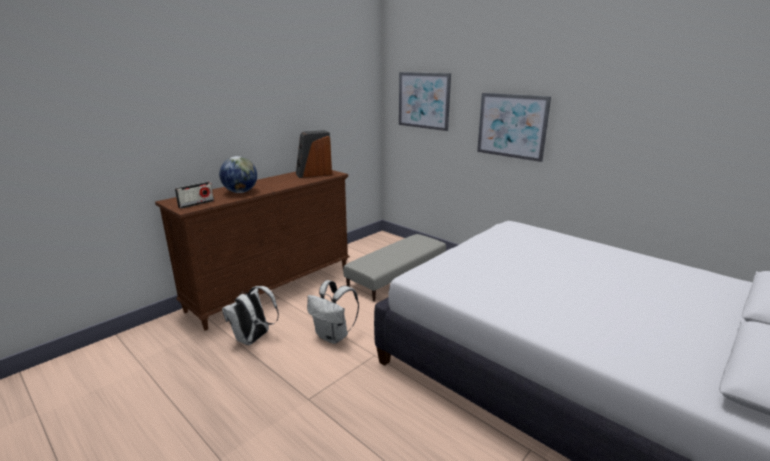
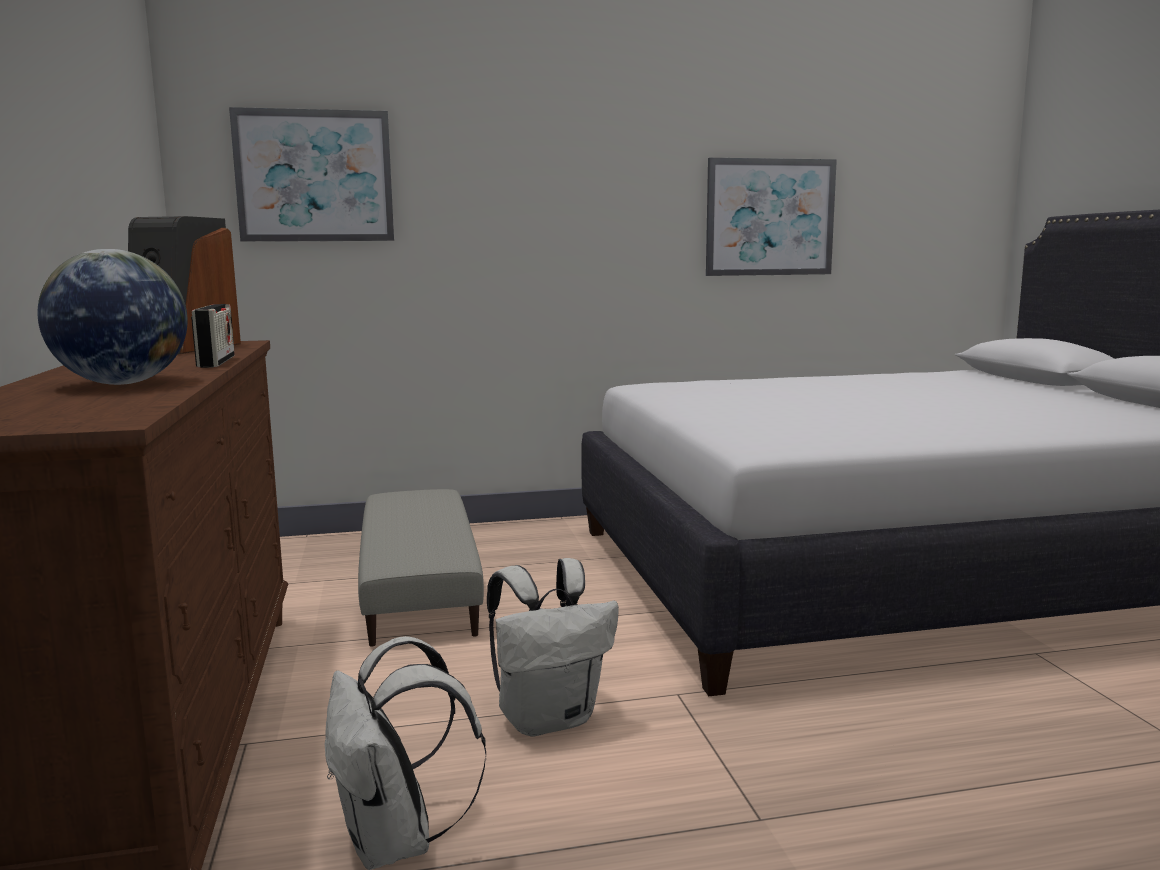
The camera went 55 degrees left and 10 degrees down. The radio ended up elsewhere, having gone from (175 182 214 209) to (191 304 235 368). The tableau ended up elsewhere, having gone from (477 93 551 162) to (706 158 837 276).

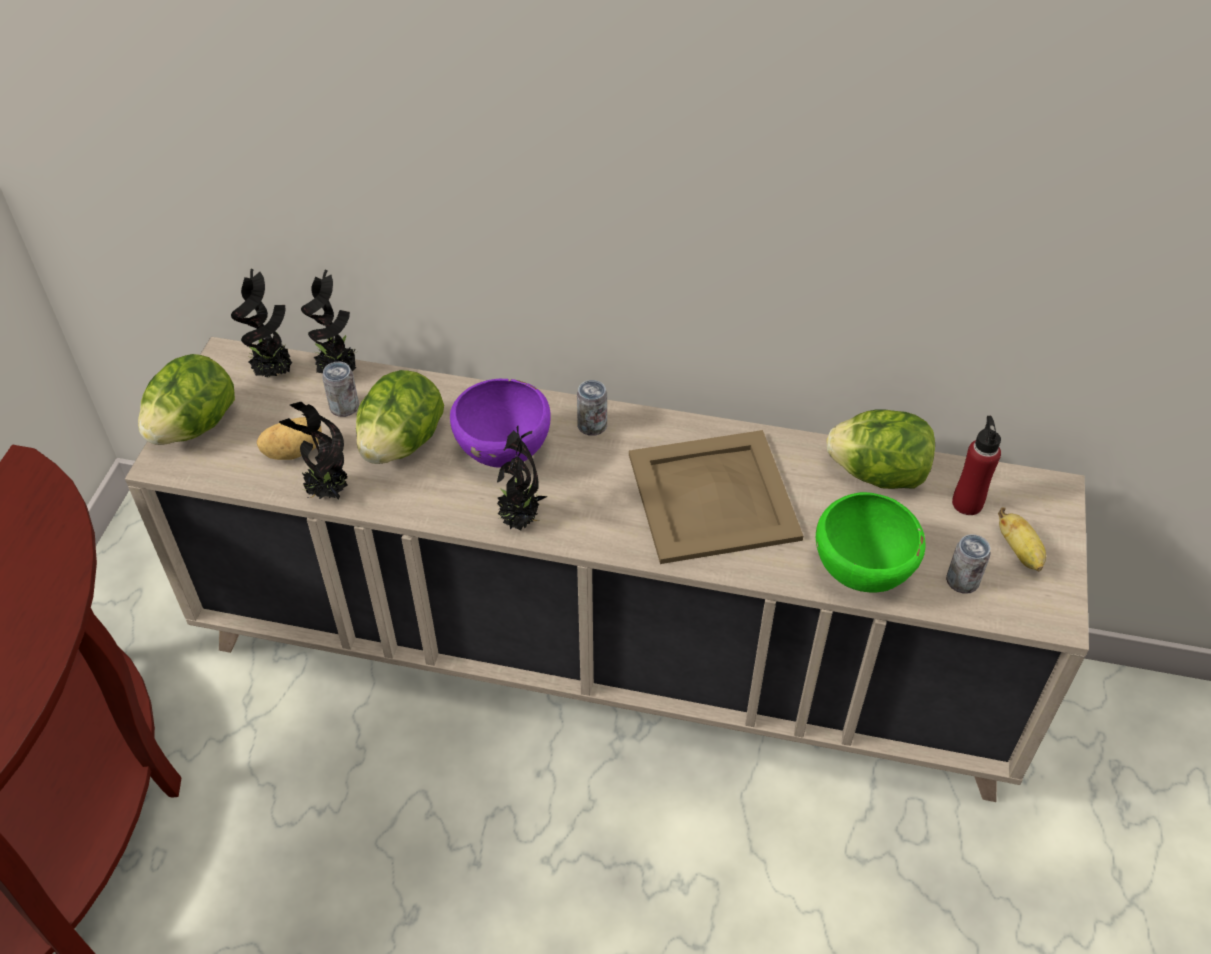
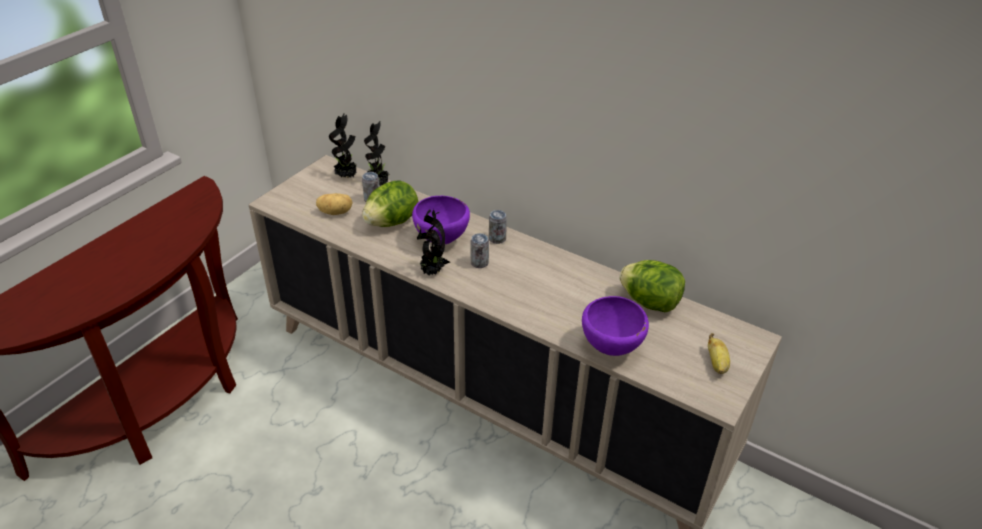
The camera went 20 degrees right and 10 degrees down. The boîte métallique ended up elsewhere, having gone from (946 534 991 594) to (471 233 489 268). What was the bol (vert) at (816 492 926 592) turned into the bol (violet) at (582 296 649 356). The second view lost the laitue at (138 354 235 445). The second view lost the plante en pot at (279 402 348 500). The second view lost the plateau (beige) at (629 430 803 564). The second view lost the bouteille (rouge) at (952 416 1001 515).

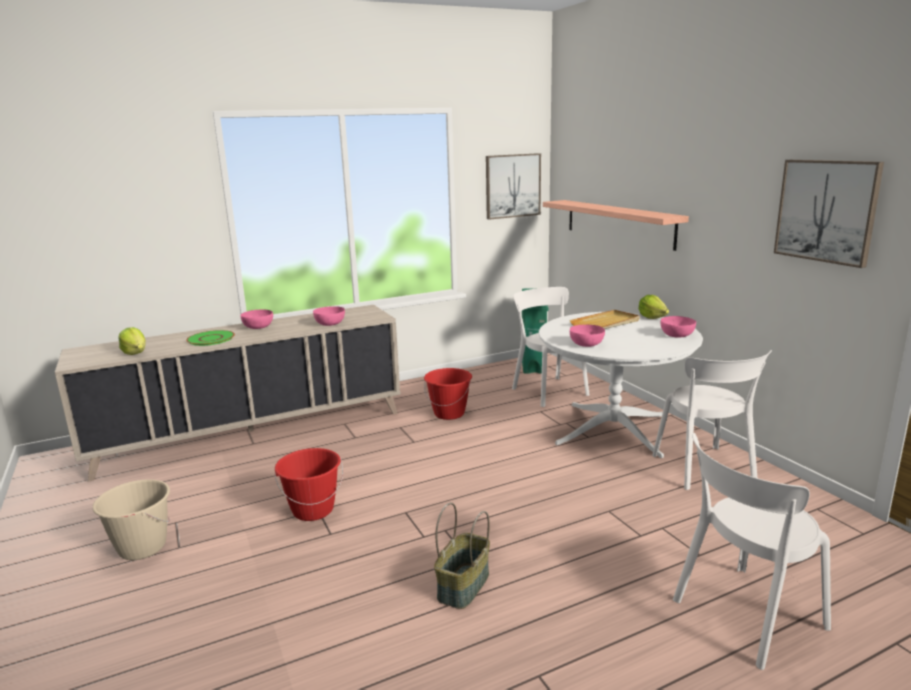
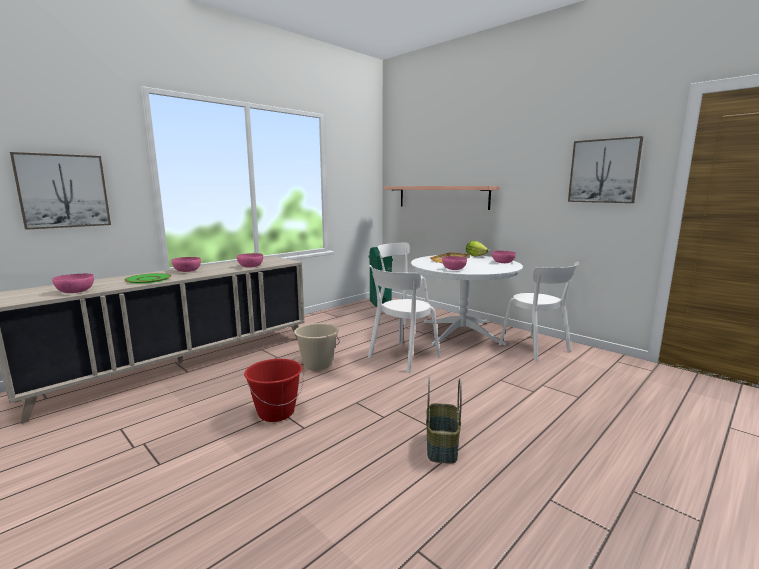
The camera went 20 degrees left and 5 degrees down. The tableau ended up elsewhere, having gone from (486 153 541 220) to (10 152 111 230). Where the laitue stood at (118 327 146 355), the bol (rose) came to stand at (52 274 94 293). The seau (beige) ended up elsewhere, having gone from (92 479 170 560) to (294 323 340 370). The chaise (blanc) ended up elsewhere, having gone from (673 433 831 670) to (368 265 440 373). The second view lost the seau (rouge) at (424 368 472 420).

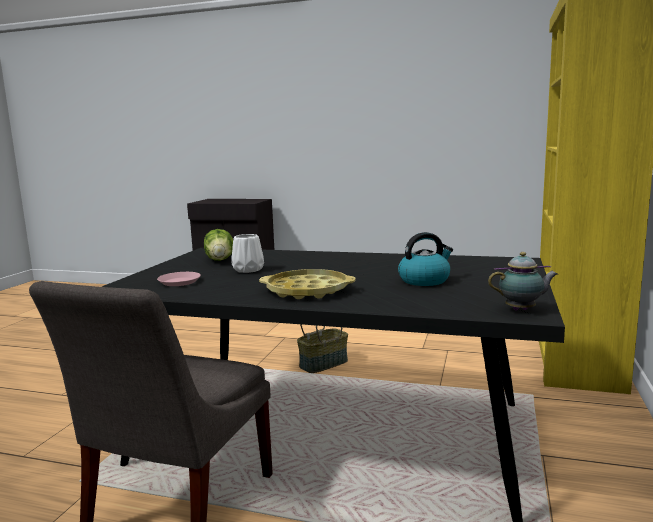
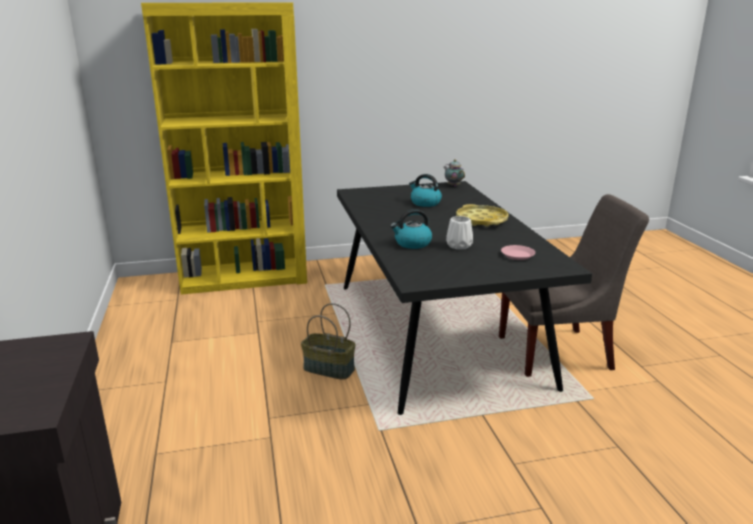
The camera went 120 degrees left and 10 degrees up. The second view gained the bouilloire at (390 209 432 249). The second view lost the laitue at (204 229 233 261).

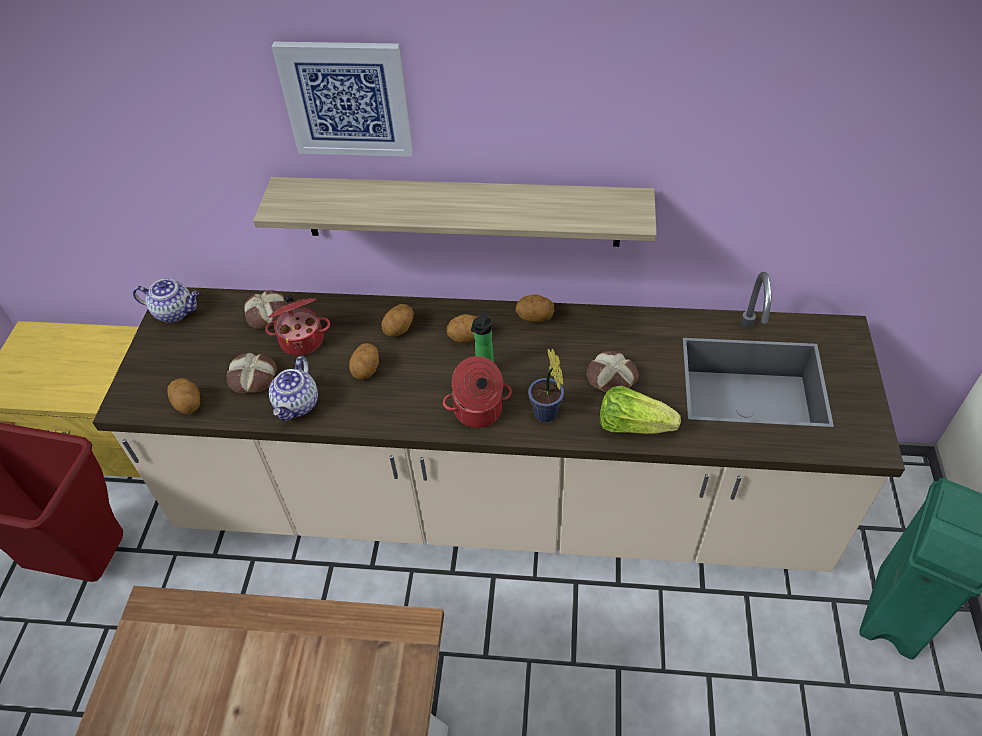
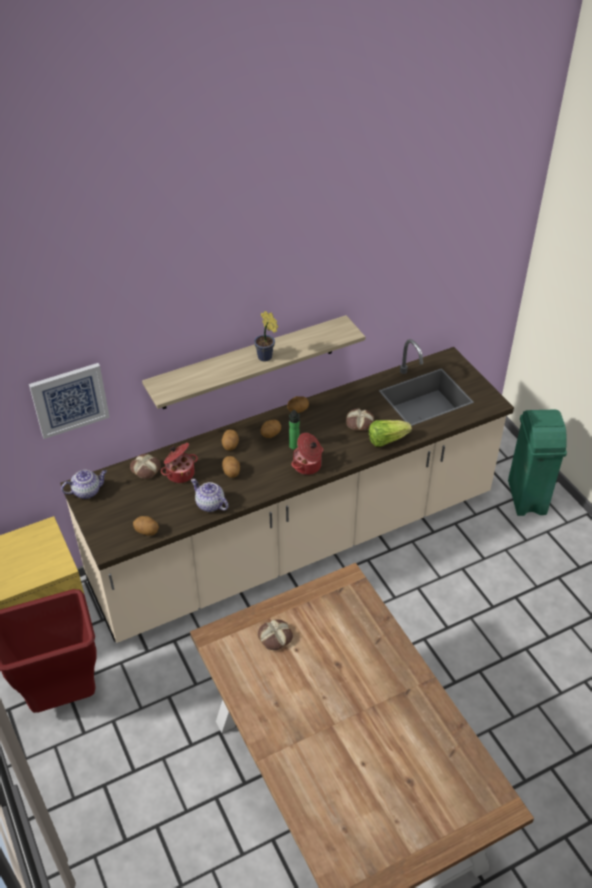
The camera went 35 degrees left and 5 degrees down. The tableau ended up elsewhere, having gone from (271 42 413 157) to (29 363 110 439). The théière at (269 356 318 421) ended up facing another way, 150 degrees clockwise from before. The plante en pot ended up elsewhere, having gone from (528 348 564 422) to (254 311 278 362). The pain ended up elsewhere, having gone from (227 353 277 393) to (258 619 293 650).

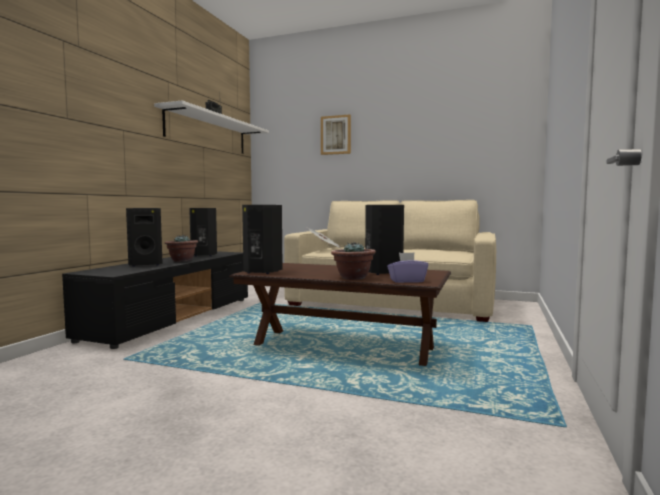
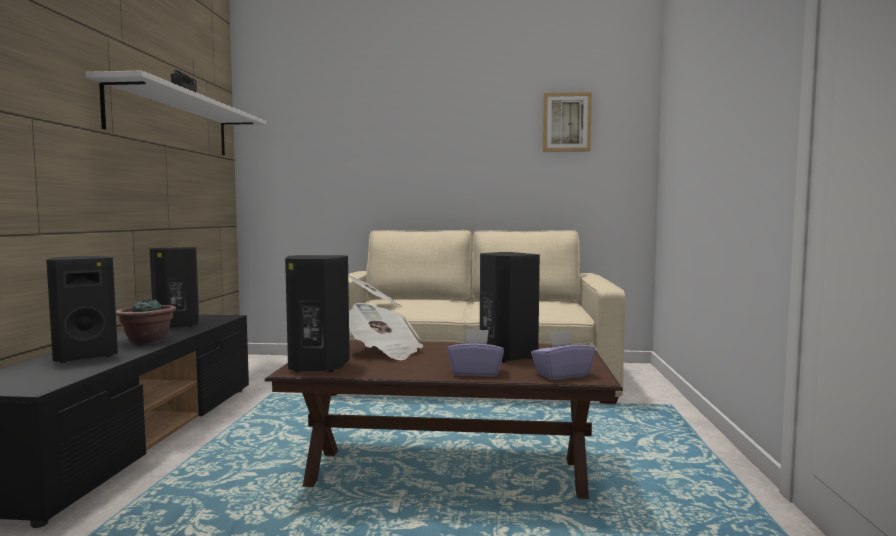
The camera went 15 degrees left and 0 degrees up. The second view gained the journal at (349 303 423 360). Where the plante en pot stood at (331 242 376 280), the boîte à mouchoirs (violet) came to stand at (447 329 504 377). The tableau ended up elsewhere, having gone from (321 114 351 155) to (543 92 592 152).

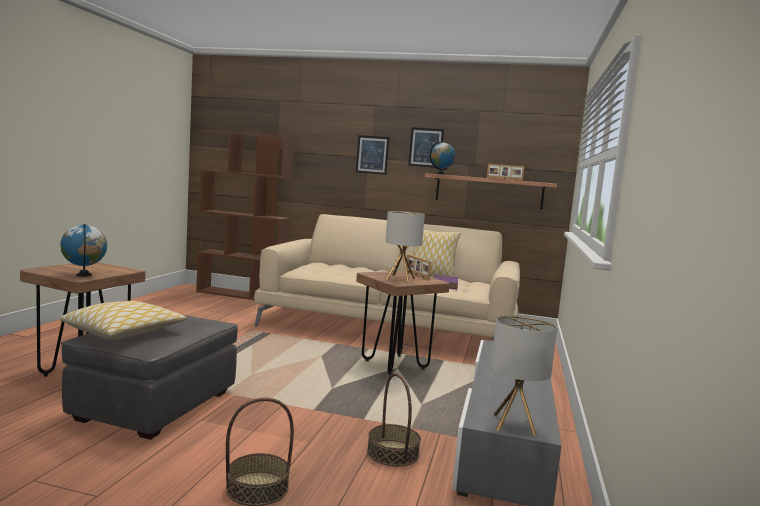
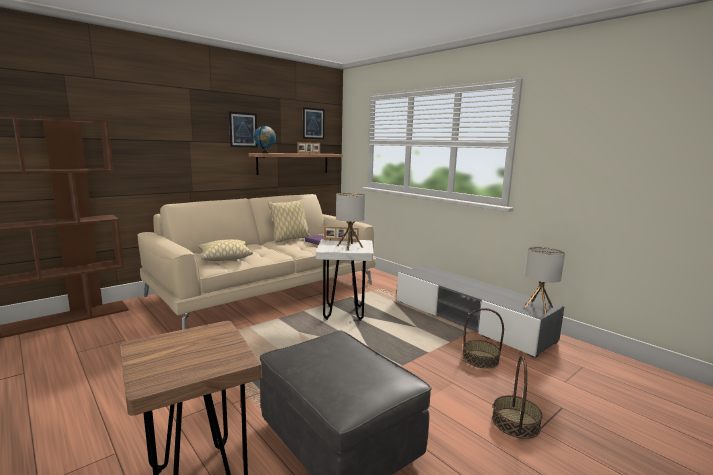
The camera went 55 degrees left and 5 degrees up. The coussin ended up elsewhere, having gone from (60 301 187 339) to (198 239 253 261). The tableau ended up elsewhere, having gone from (356 135 390 175) to (303 107 325 139). What was the tabouret (marron) at (356 271 450 375) turned into the tabouret (blanc) at (316 239 374 321). The second view lost the globe at (60 224 107 277).

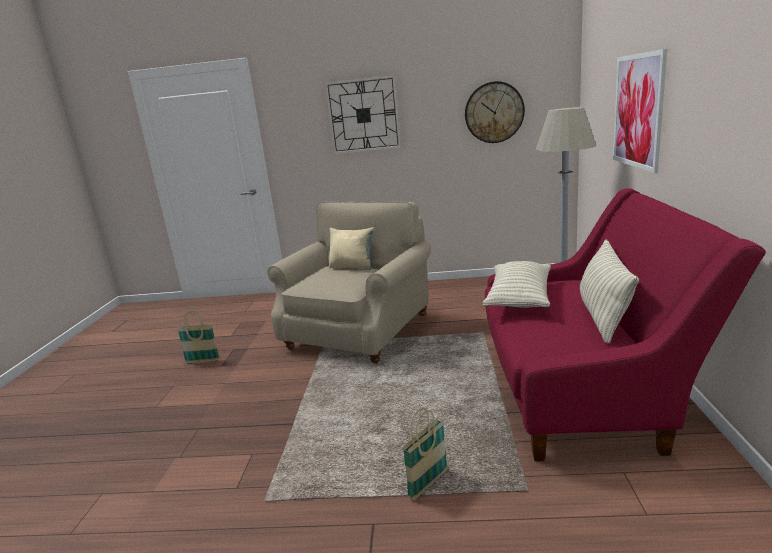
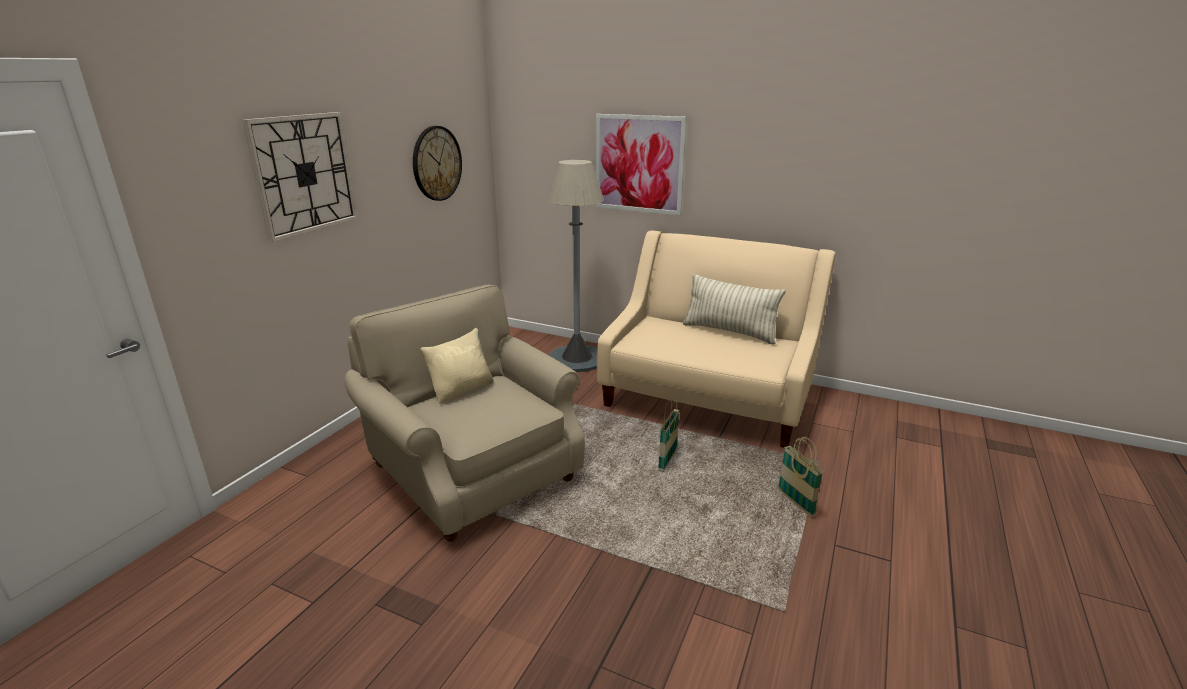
The camera went 70 degrees left and 5 degrees up. What was the canapé (rouge) at (485 188 766 461) turned into the canapé (beige) at (597 231 836 448). The panier ended up elsewhere, having gone from (177 311 220 363) to (658 399 679 472). The second view lost the coussin at (483 261 551 308).

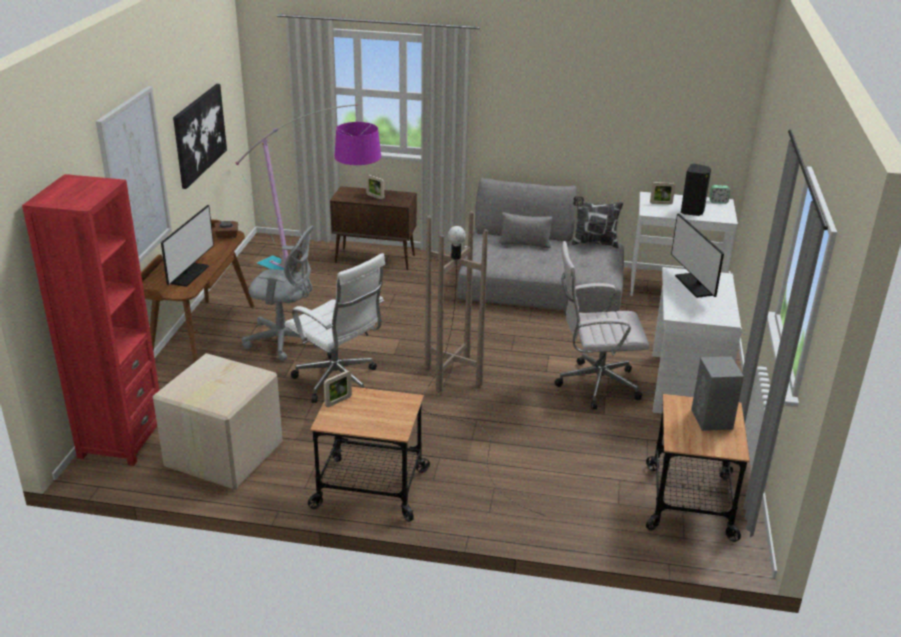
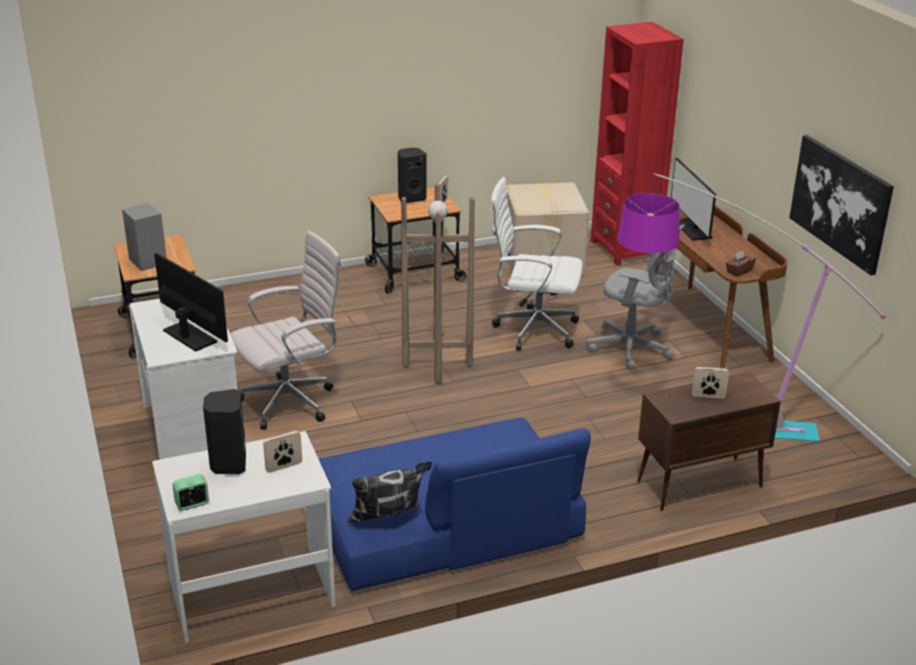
The camera went 150 degrees right and 0 degrees up. What was the canapé (gris) at (457 178 624 313) turned into the canapé (bleu) at (319 418 591 592). The second view gained the enceinte (noir) at (398 148 427 203). The chaise de bureau (gris) at (242 226 317 361) ended up facing another way, 135 degrees counterclockwise from before. The second view lost the tableau at (96 86 172 264).

